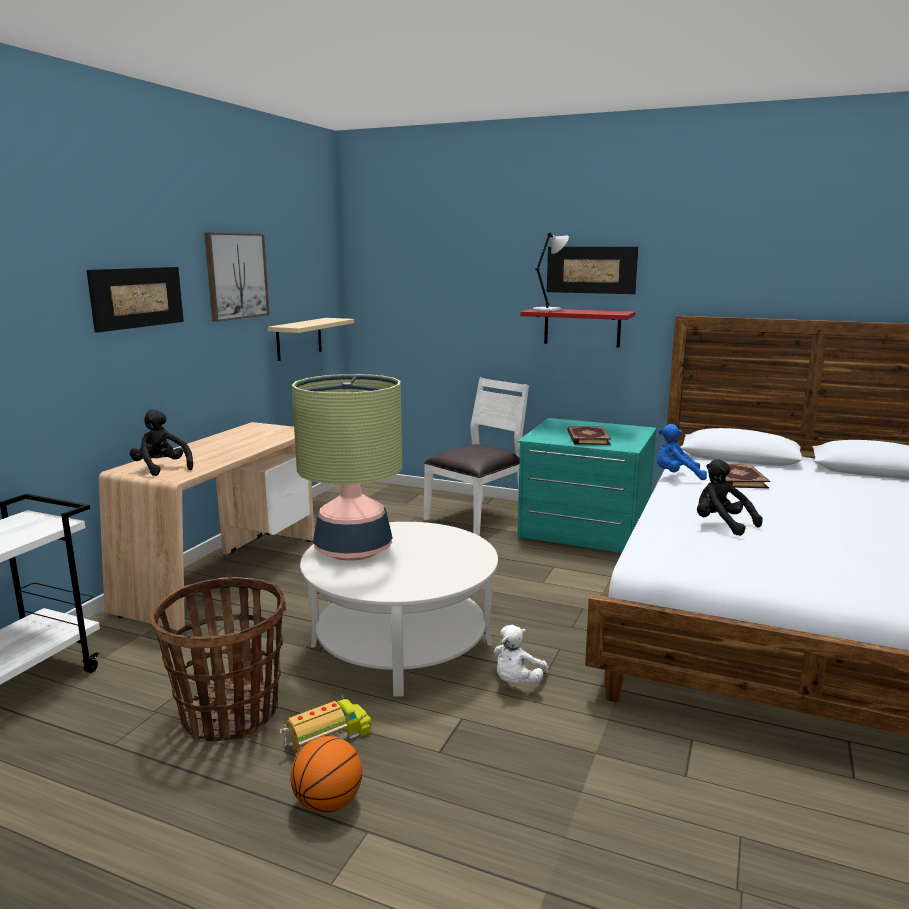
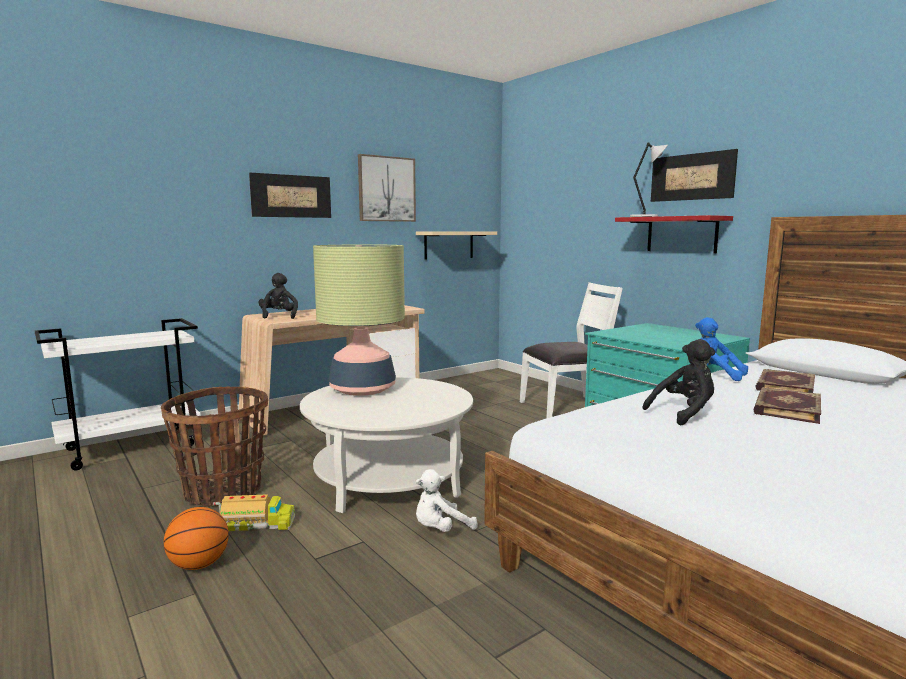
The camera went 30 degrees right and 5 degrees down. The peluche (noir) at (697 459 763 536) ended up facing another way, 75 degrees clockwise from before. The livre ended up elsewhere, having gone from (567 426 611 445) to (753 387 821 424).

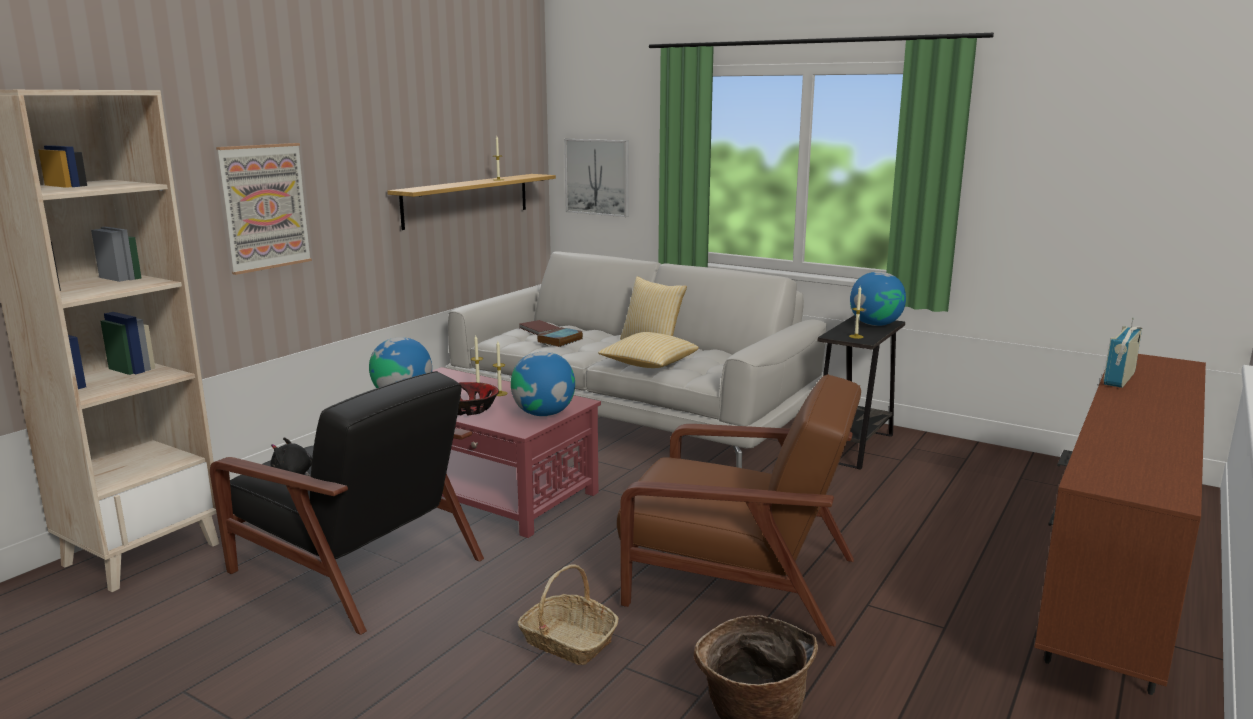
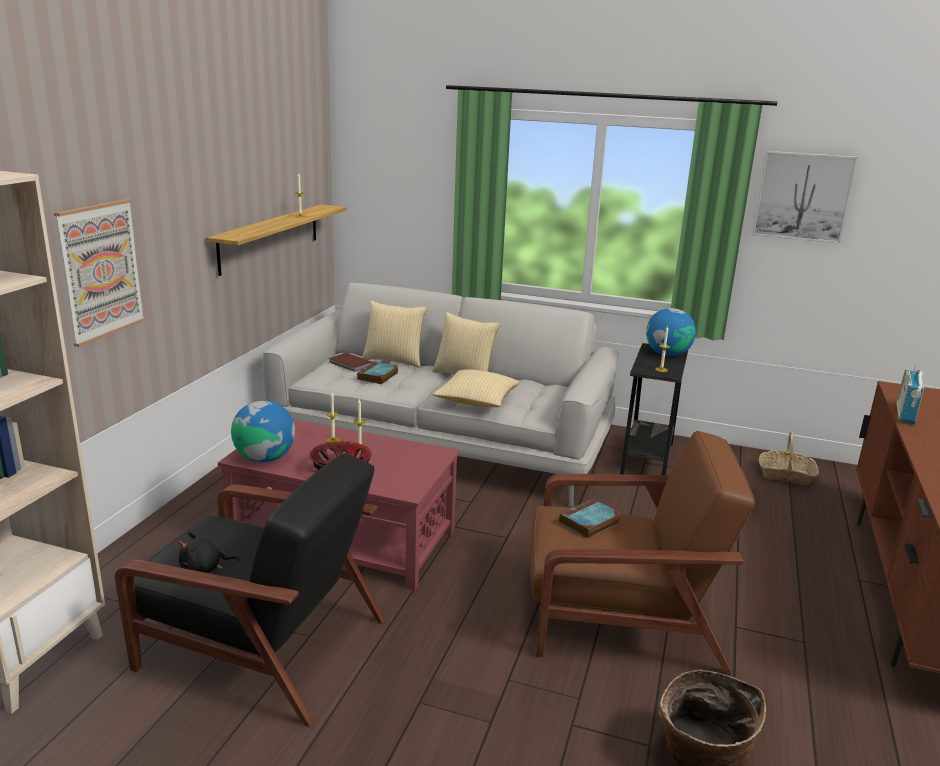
The camera went 15 degrees left and 5 degrees up. The second view gained the coussin at (362 300 428 368). The second view gained the livre at (559 499 621 539). The tableau ended up elsewhere, having gone from (564 139 629 217) to (753 151 858 244). The panier ended up elsewhere, having gone from (518 564 619 665) to (759 431 819 485). The second view lost the globe at (511 352 575 416).

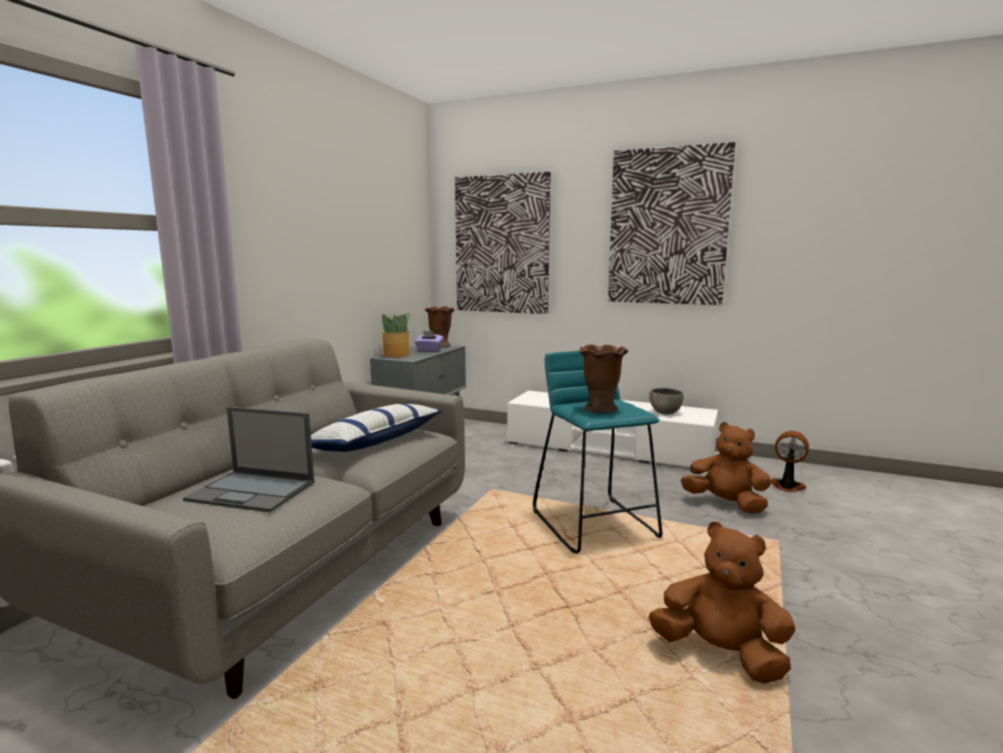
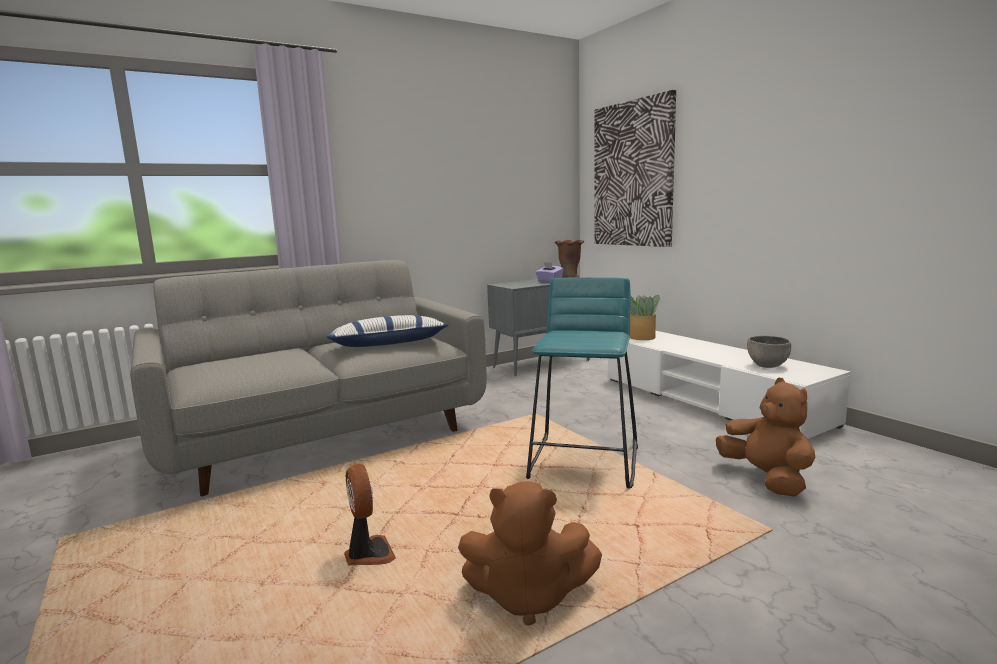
The camera went 35 degrees right and 0 degrees up. The ventilateur ended up elsewhere, having gone from (771 431 809 492) to (344 464 396 565). The peluche (marron) at (648 522 796 683) ended up facing another way, 120 degrees clockwise from before. The plante en pot ended up elsewhere, having gone from (381 313 412 357) to (630 295 660 340). The second view lost the ordinateur portable at (183 407 314 512). The second view lost the vase (marron) at (579 345 629 413). The second view lost the tableau at (608 142 735 305).

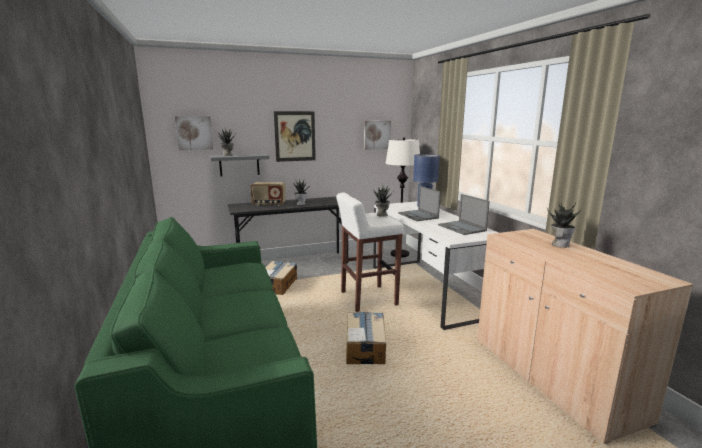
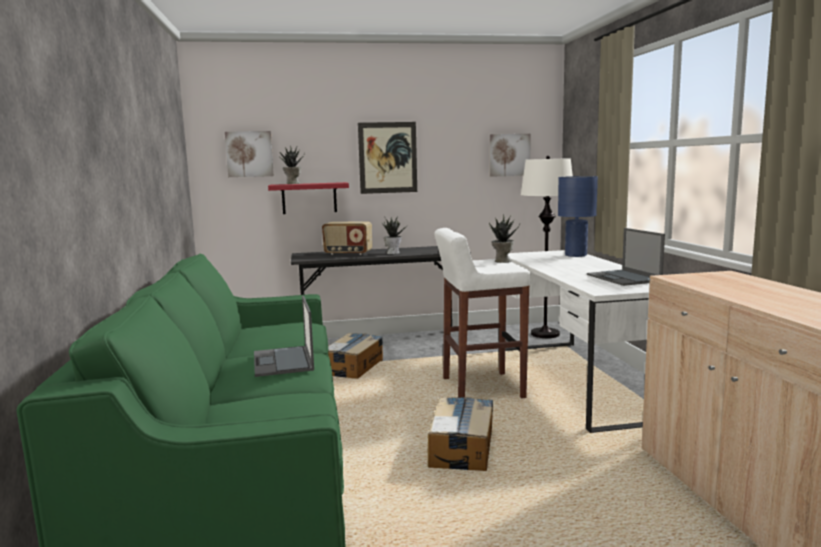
The camera went 10 degrees right and 5 degrees down. The ordinateur portable ended up elsewhere, having gone from (398 186 441 221) to (254 296 314 377). What was the étagère (gris) at (210 154 269 177) turned into the étagère (rouge) at (268 182 349 214). The second view lost the plante en pot at (547 202 581 248).

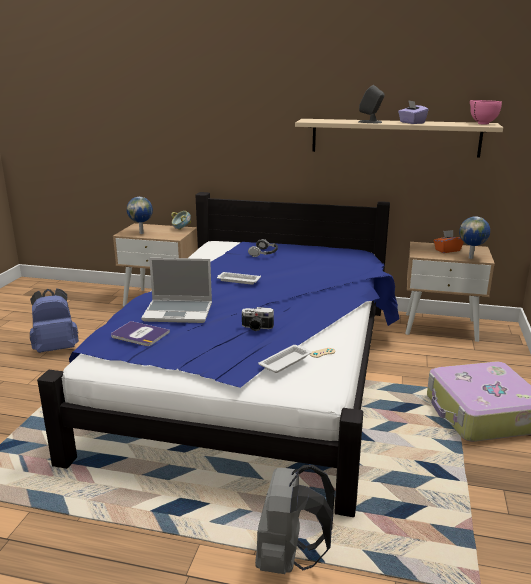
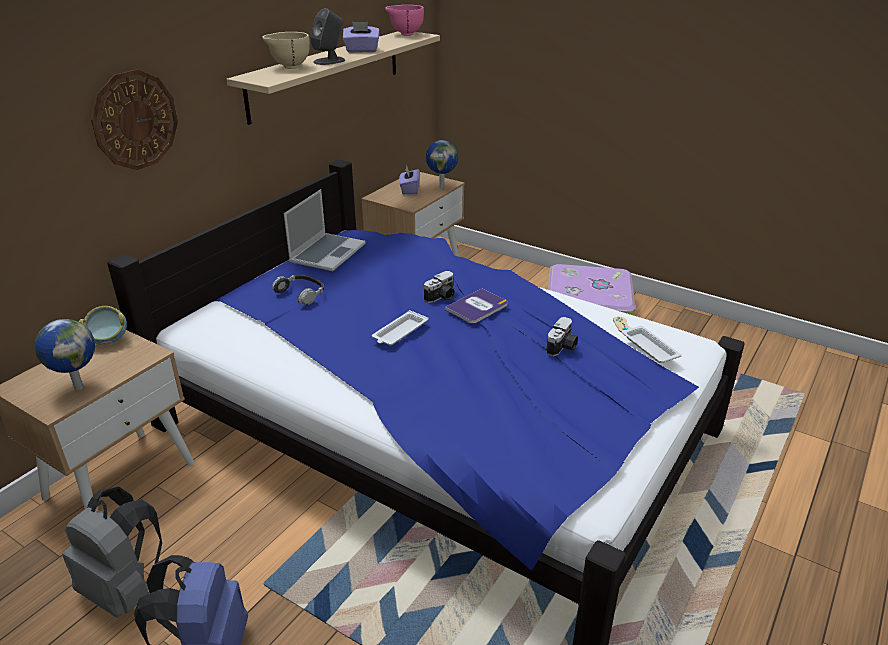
The camera went 70 degrees left and 10 degrees up. The sac à dos (gris) ended up elsewhere, having gone from (255 465 335 574) to (63 486 162 618). The second view gained the horloge murale at (91 69 178 170). The second view gained the bol (beige) at (262 32 310 69). The ordinateur portable ended up elsewhere, having gone from (141 258 212 323) to (284 189 366 271). What was the boîte à mouchoirs (orange) at (433 230 464 253) turned into the boîte à mouchoirs (violet) at (399 166 420 194). The second view gained the appareil photo at (424 271 455 303). The livre ended up elsewhere, having gone from (111 321 170 346) to (445 288 508 324).

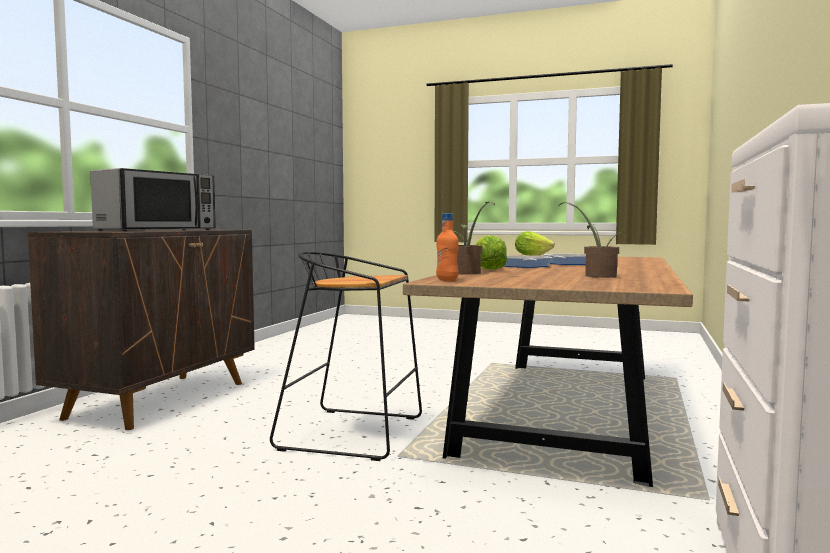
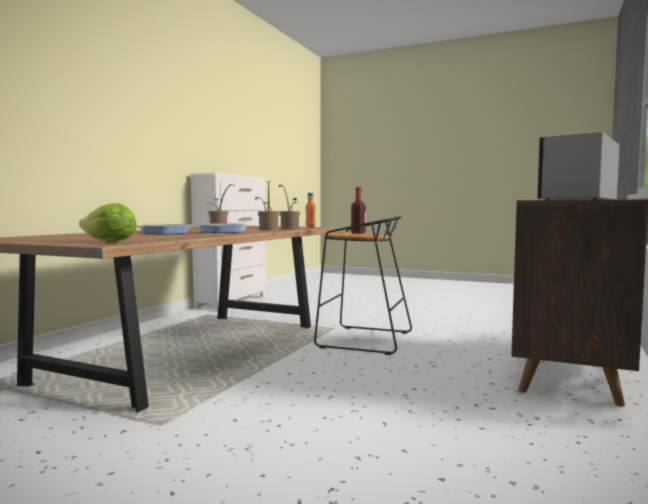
The camera went 175 degrees left and 0 degrees up. Where the laitue stood at (476 235 507 270), the plante en pot came to stand at (255 181 279 231). The second view gained the bouteille at (351 187 366 234).

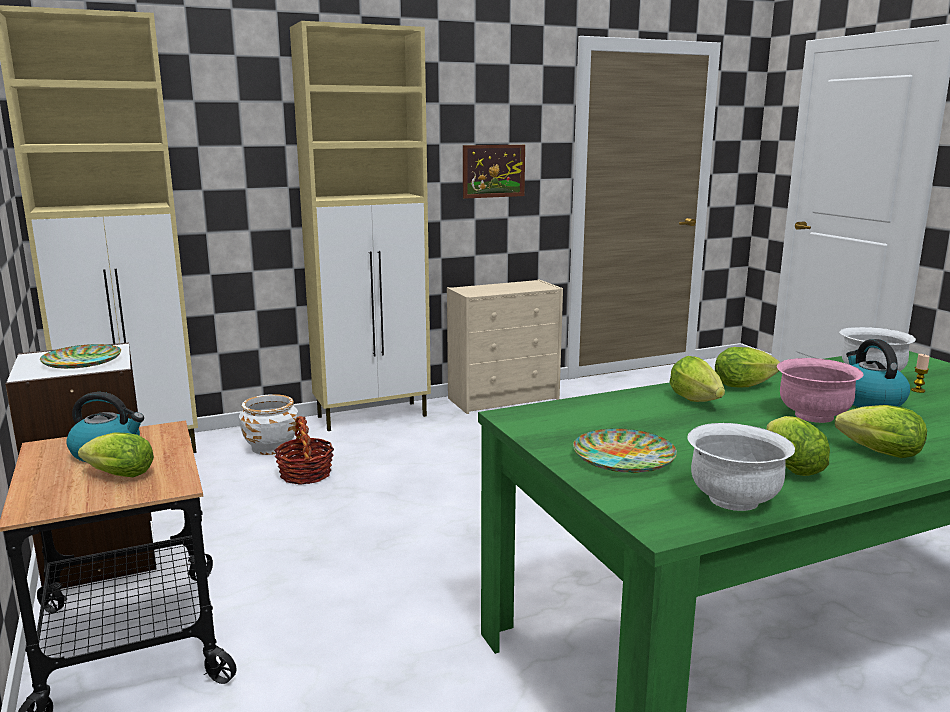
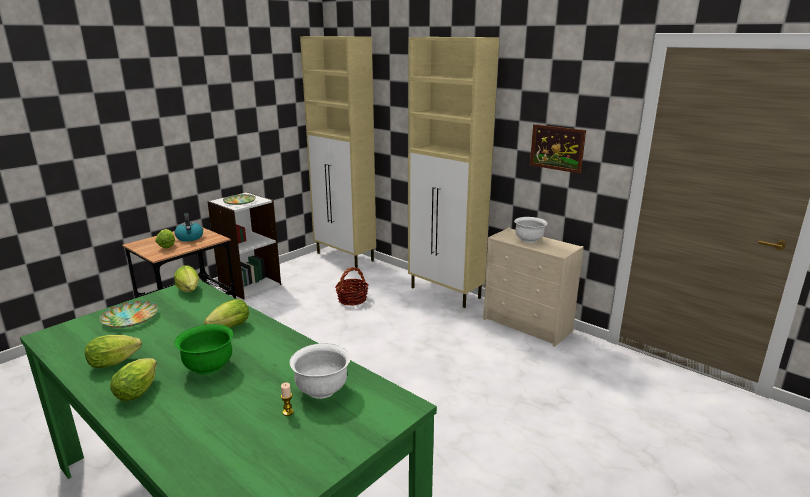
The camera went 65 degrees right and 5 degrees up. The laitue ended up elsewhere, having gone from (715 347 780 387) to (174 265 199 292). What was the bol (rose) at (777 358 864 423) turned into the bol (vert) at (174 324 233 375). The bol (blanc) ended up elsewhere, having gone from (687 423 795 511) to (514 217 547 243). The second view lost the cache-pot (blanc) at (239 394 298 455). The second view lost the bouilloire at (846 339 910 407).

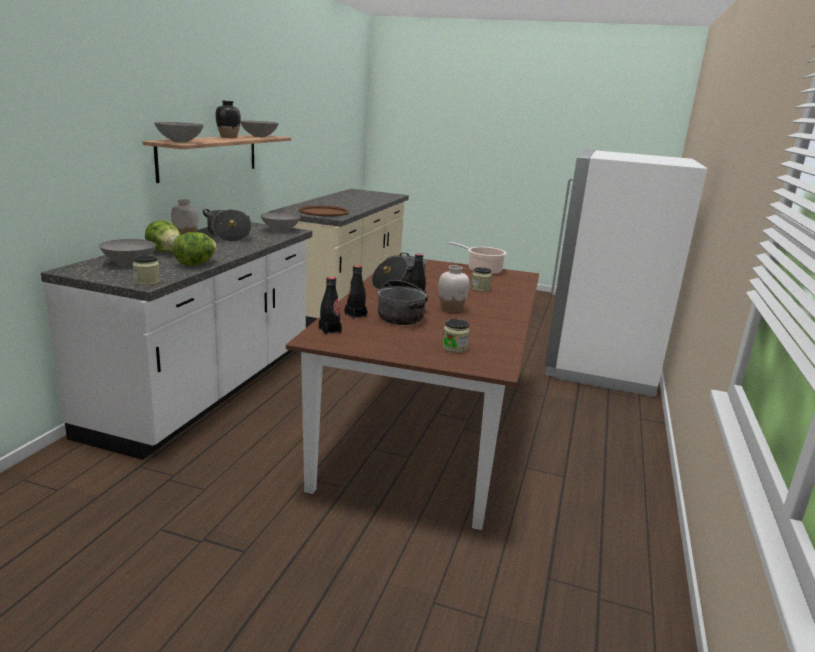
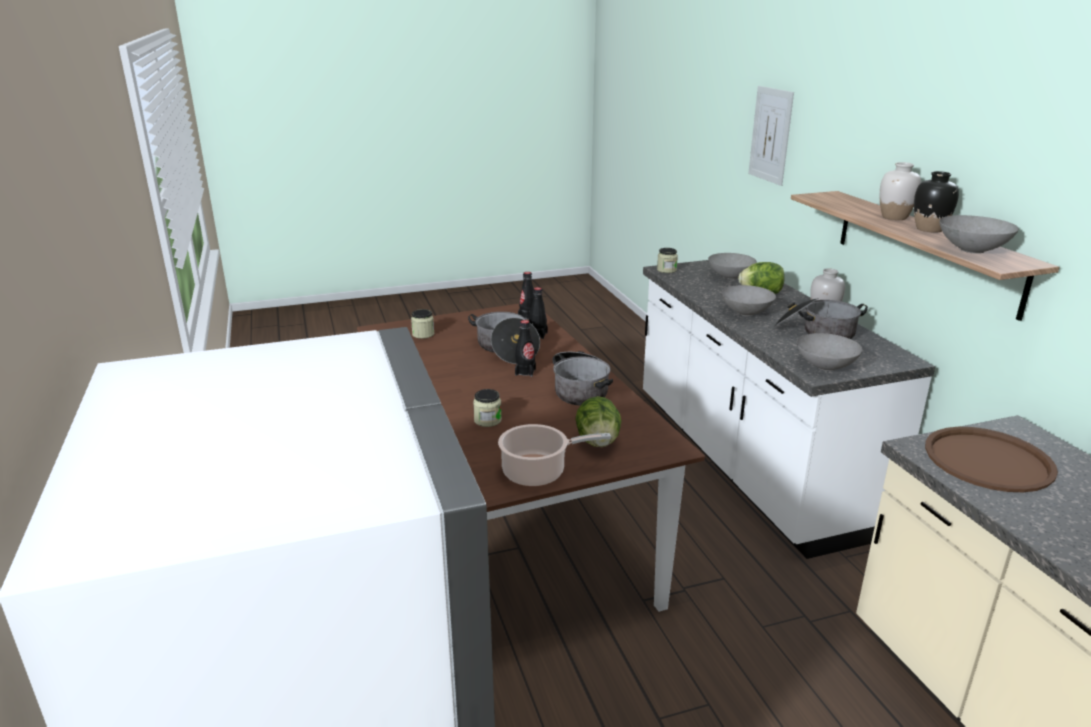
The camera went 145 degrees right and 5 degrees up. The laitue ended up elsewhere, having gone from (172 232 217 265) to (576 396 621 447). The bol (gris) ended up elsewhere, having gone from (154 122 204 143) to (721 285 776 316). The second view gained the tableau at (748 86 794 186). The vase (blanc) ended up elsewhere, having gone from (439 265 470 312) to (880 162 921 220).

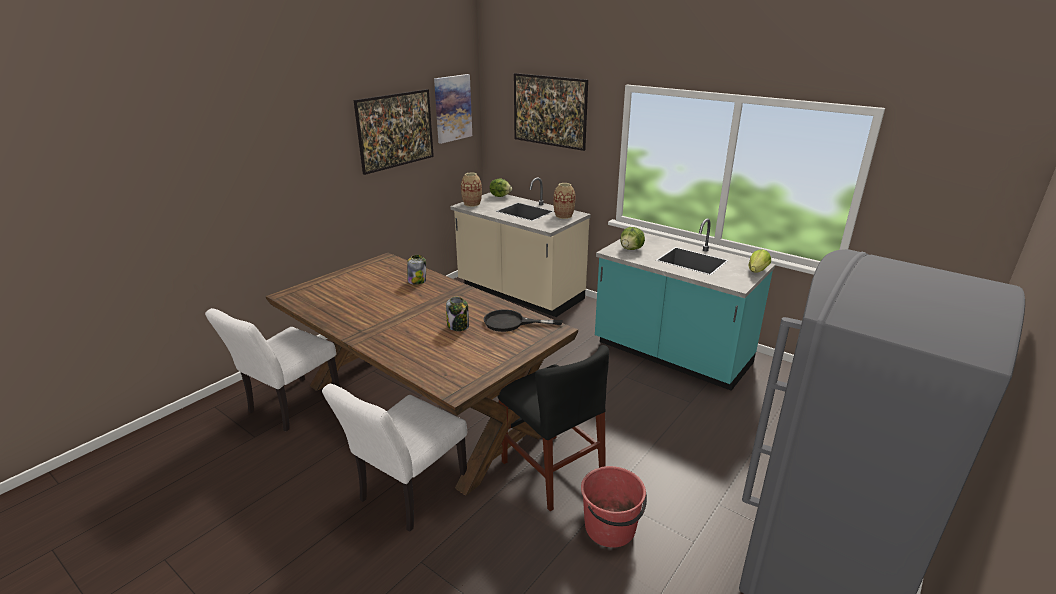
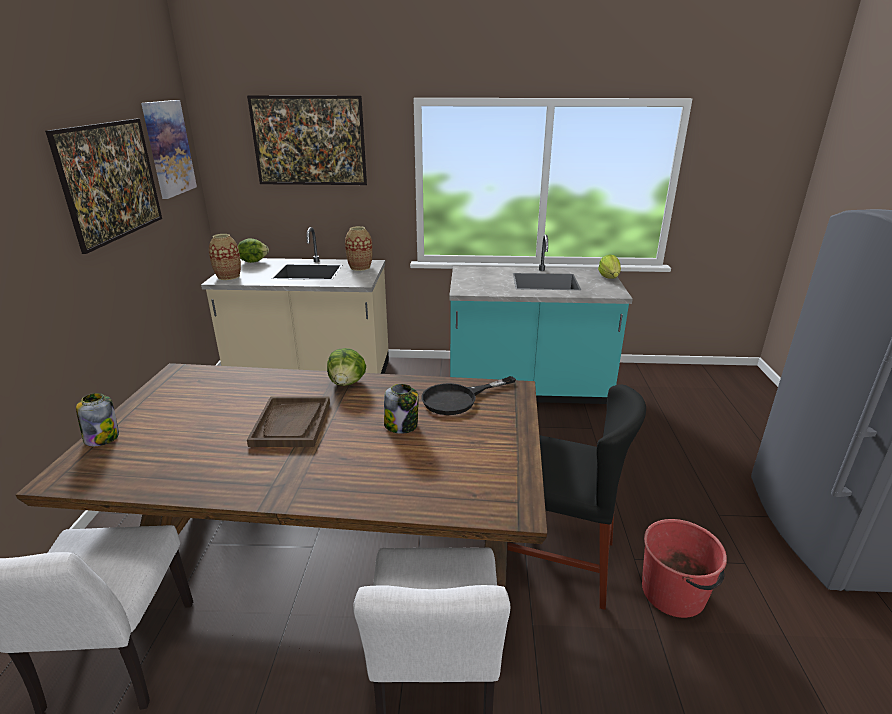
The camera went 35 degrees left and 0 degrees up. The bocal ended up elsewhere, having gone from (407 255 426 285) to (76 393 119 446). The second view gained the plateau (marron) at (247 397 330 447). The laitue ended up elsewhere, having gone from (620 227 645 250) to (327 348 366 386).

